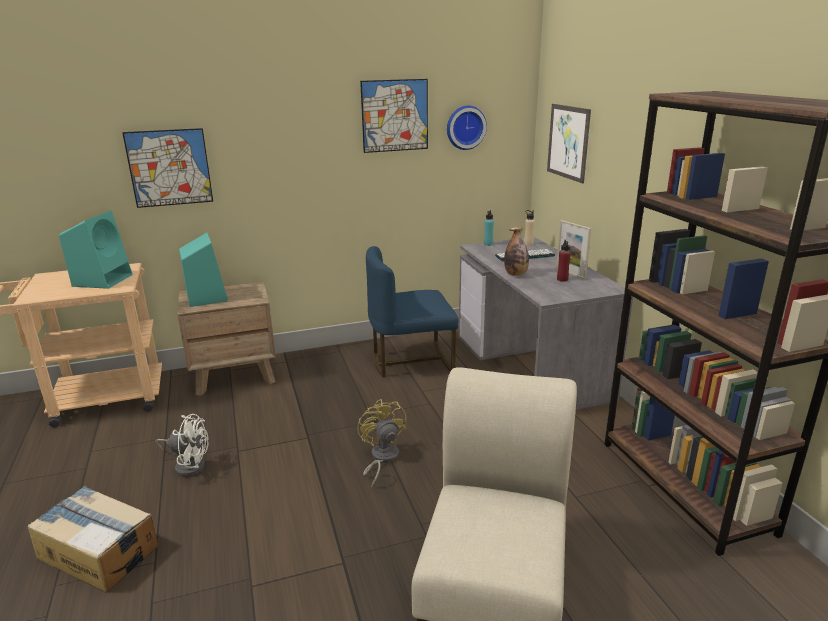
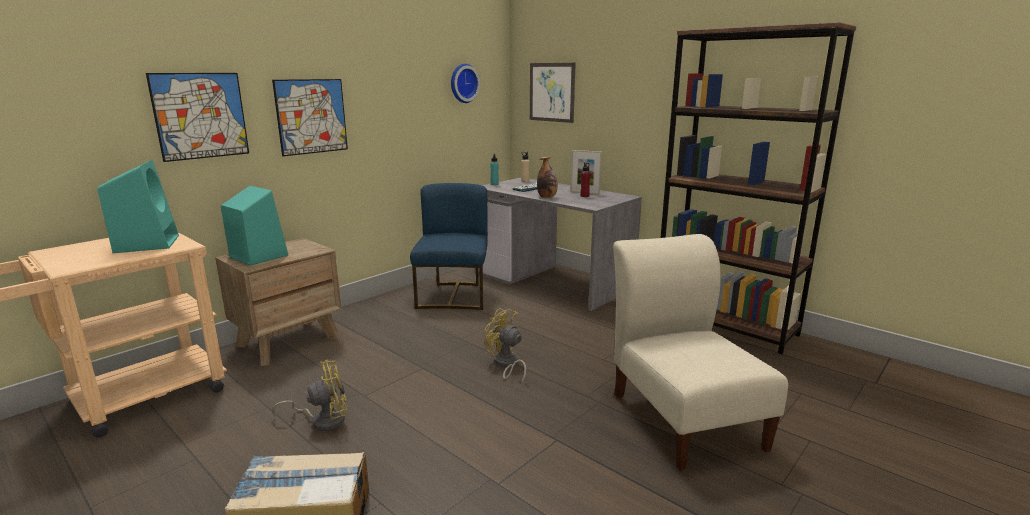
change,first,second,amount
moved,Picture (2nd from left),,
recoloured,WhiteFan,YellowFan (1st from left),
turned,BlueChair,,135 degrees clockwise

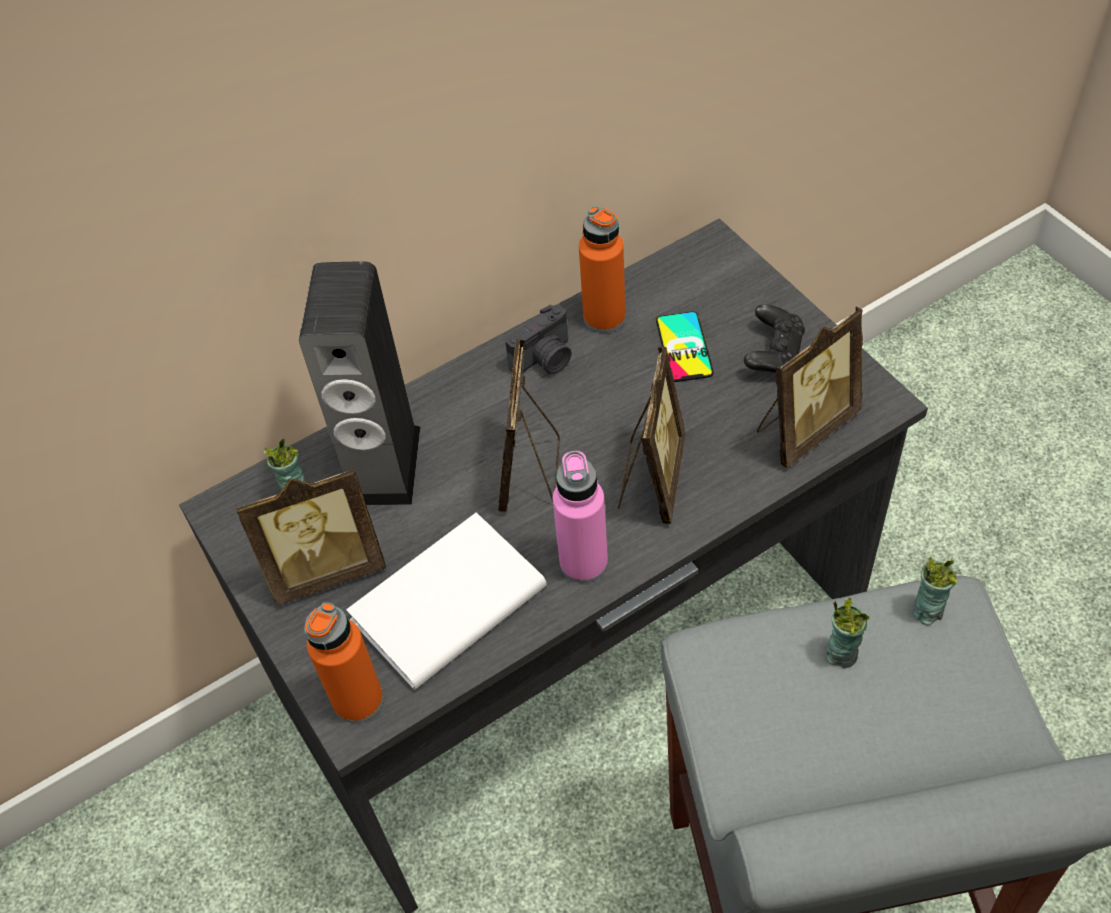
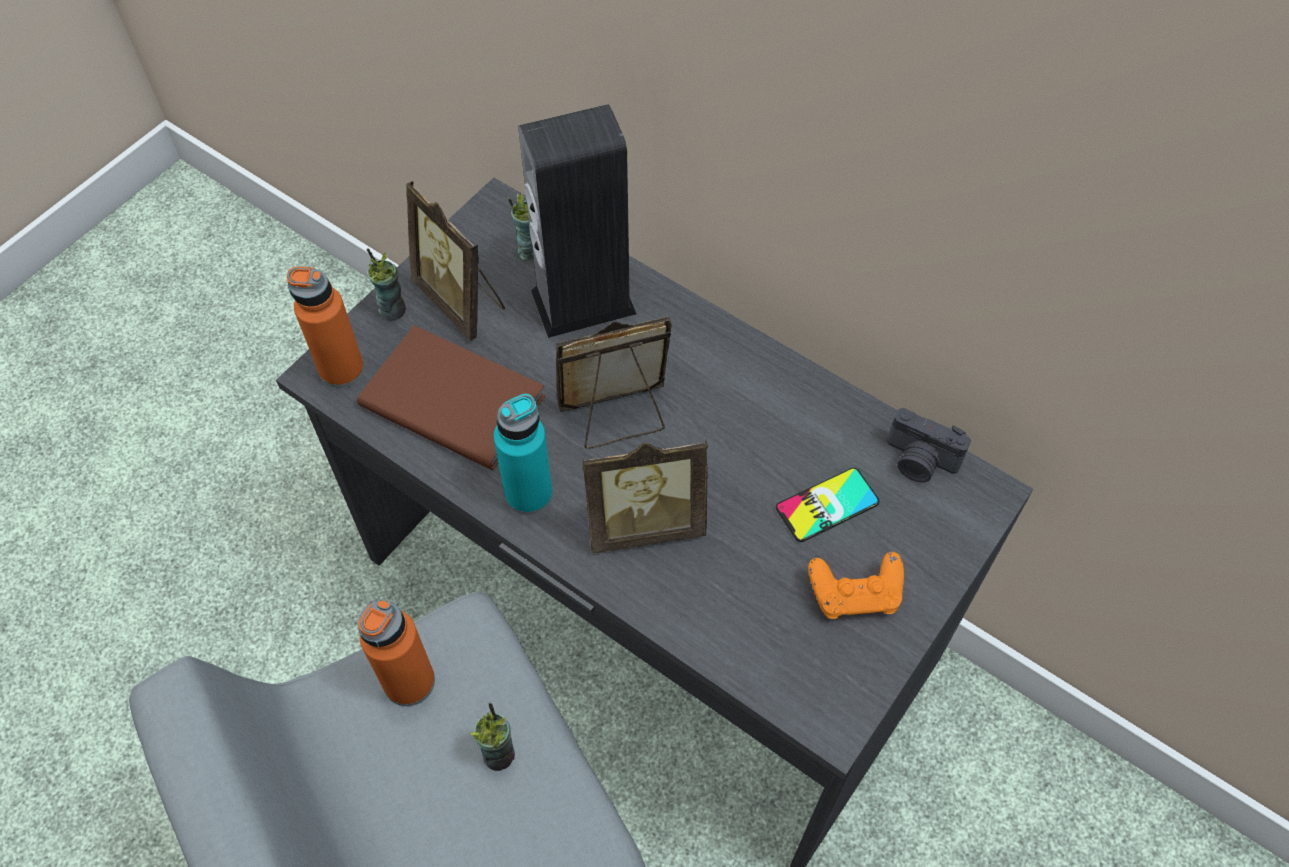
change,first,second,amount
removed,PictureFrame (4th from left),,
moved,PhotoCamera,,
moved,OrangeBottle (2nd from left),,
moved,Cup (3rd from left in the first image),Cup (1st from left),
recoloured,WhiteBook,BrownBook,
recoloured,PinkBottle,TurquoiseBottle,
recoloured,BlackGameController,OrangeGameController,

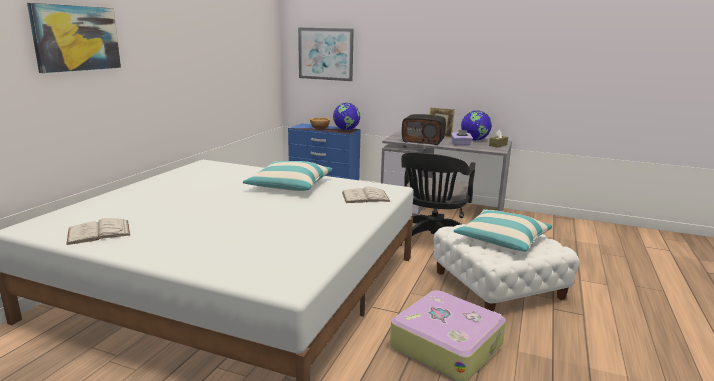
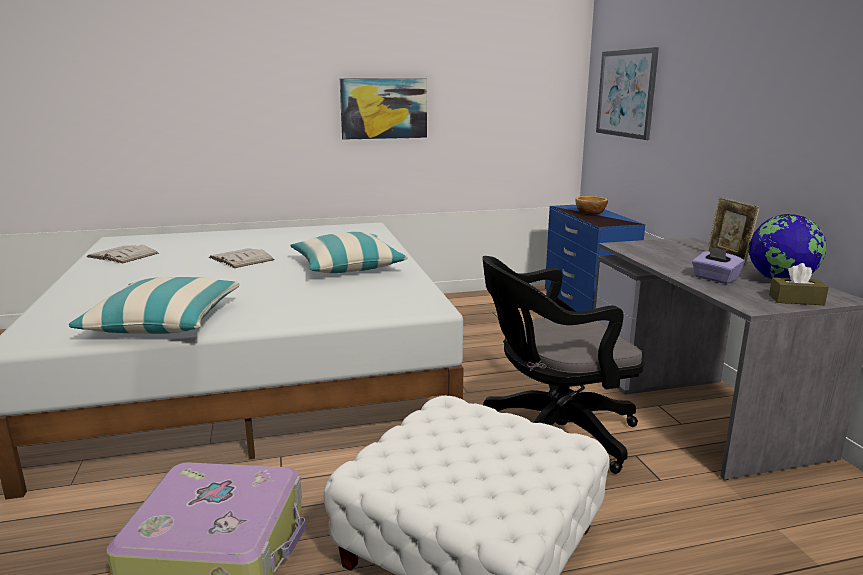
change,first,second,amount
removed,Globe (1st from left),,
removed,Radio,,
moved,Picture (1st from left),,
moved,WhiteBook (2nd from left),,
moved,Pillow (2nd from left in the first image),Pillow (1st from left),

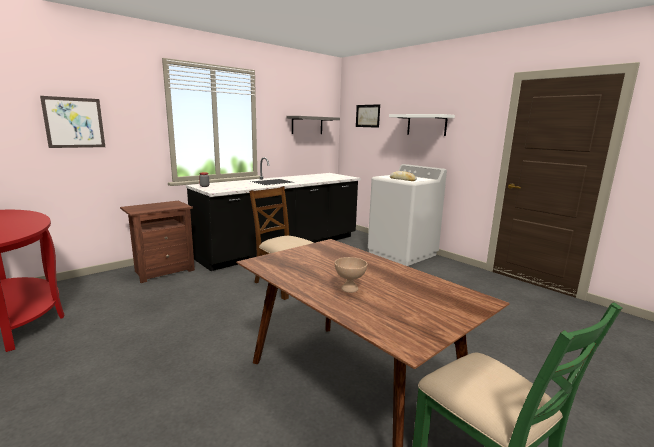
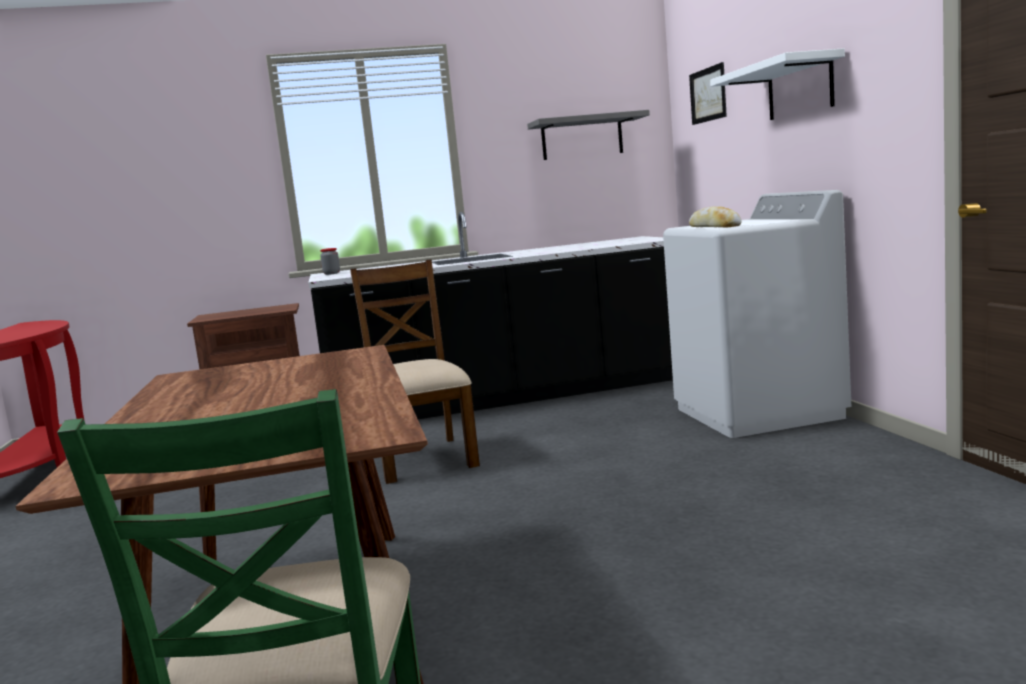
change,first,second,amount
removed,Picture (1st from left),,
removed,BeigeBowl,,

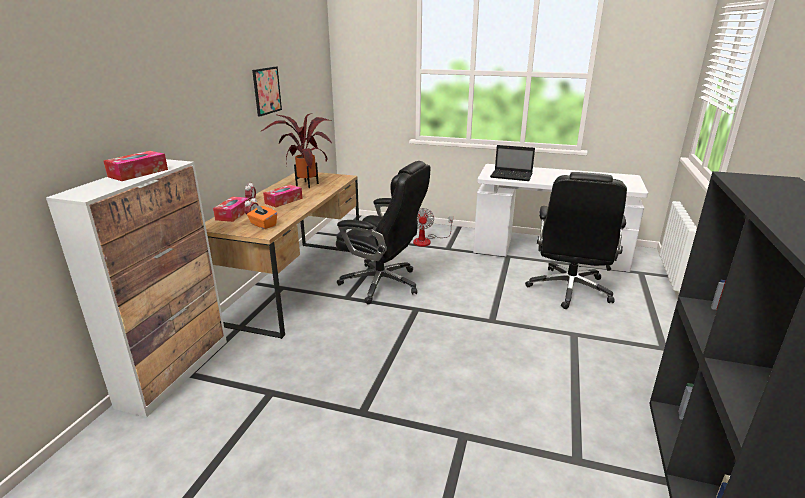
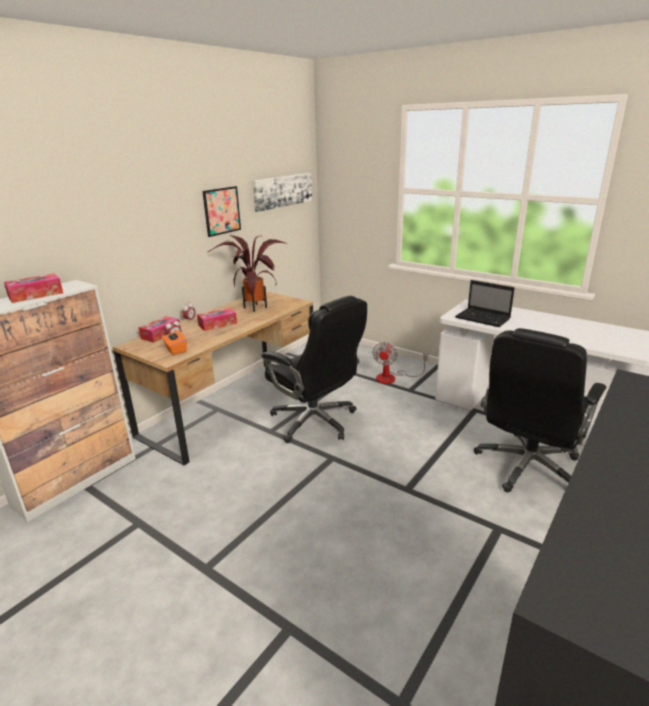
change,first,second,amount
added,,Picture (2nd from left),

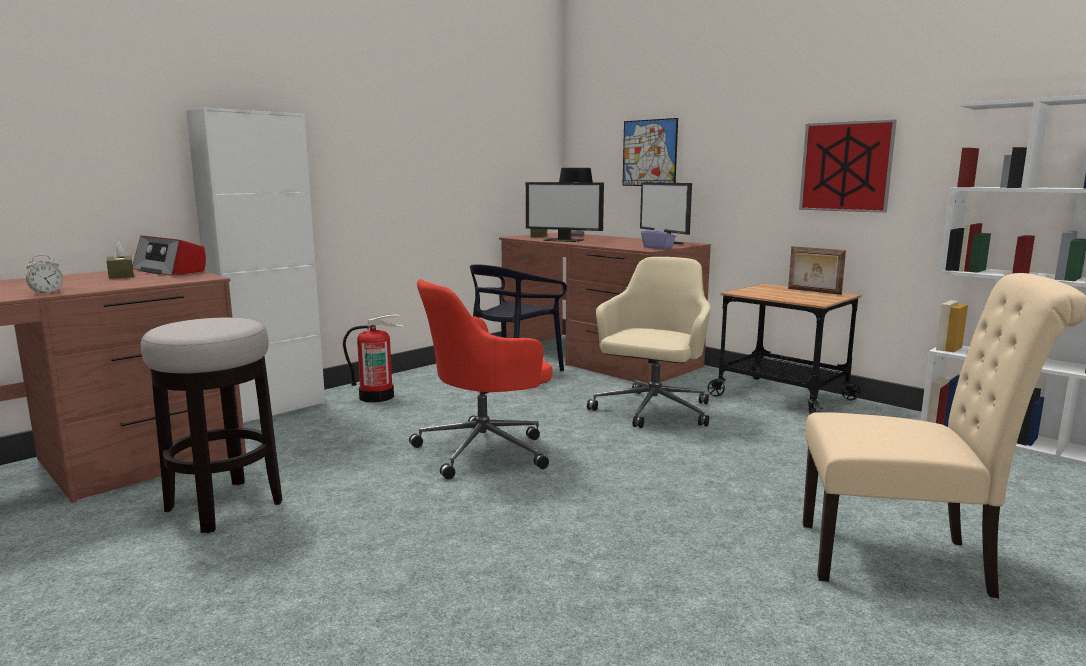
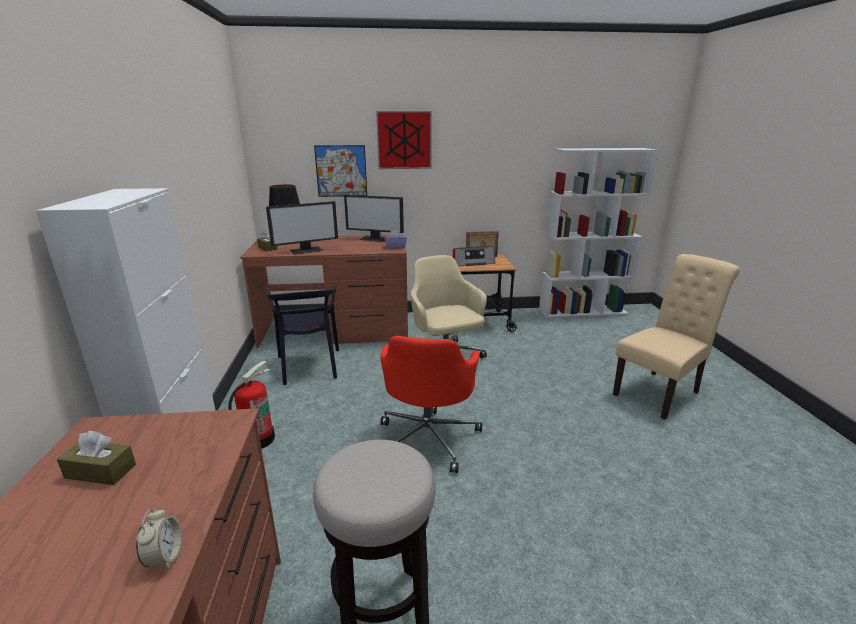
change,first,second,amount
moved,Radio,,
moved,Picture (2nd from left),,

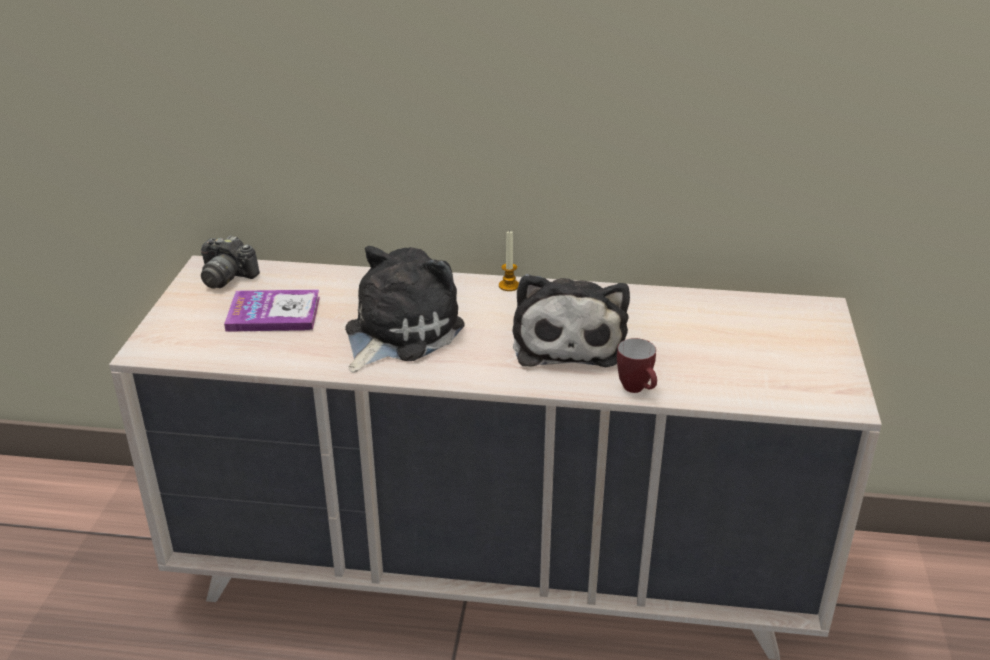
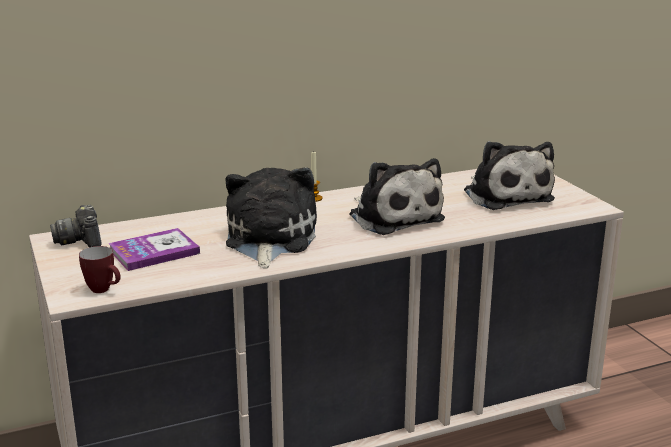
change,first,second,amount
added,,PlushToy (3rd from left),
moved,Mug,,
turned,PhotoCamera,,75 degrees clockwise

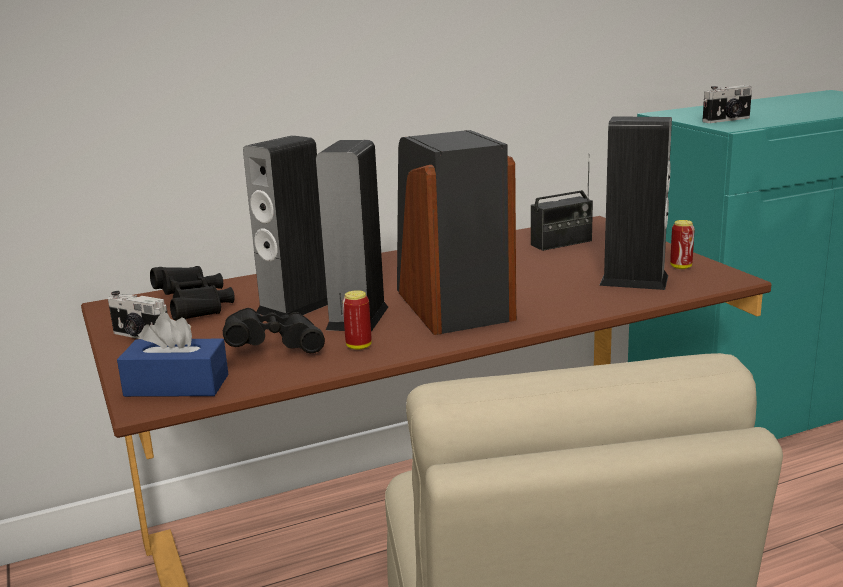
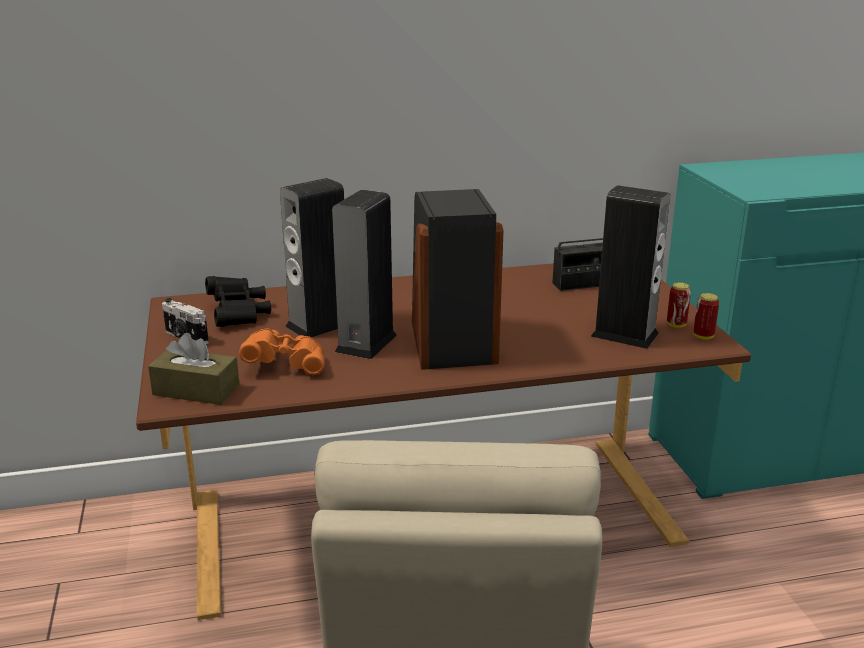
change,first,second,amount
removed,PhotoCamera (2nd from left),,
moved,Can (1st from left in the first image),Can (2nd from left),
recoloured,BlueTissueBox,BrownTissueBox,
recoloured,BlackBinoculars (2nd from left),OrangeBinoculars,

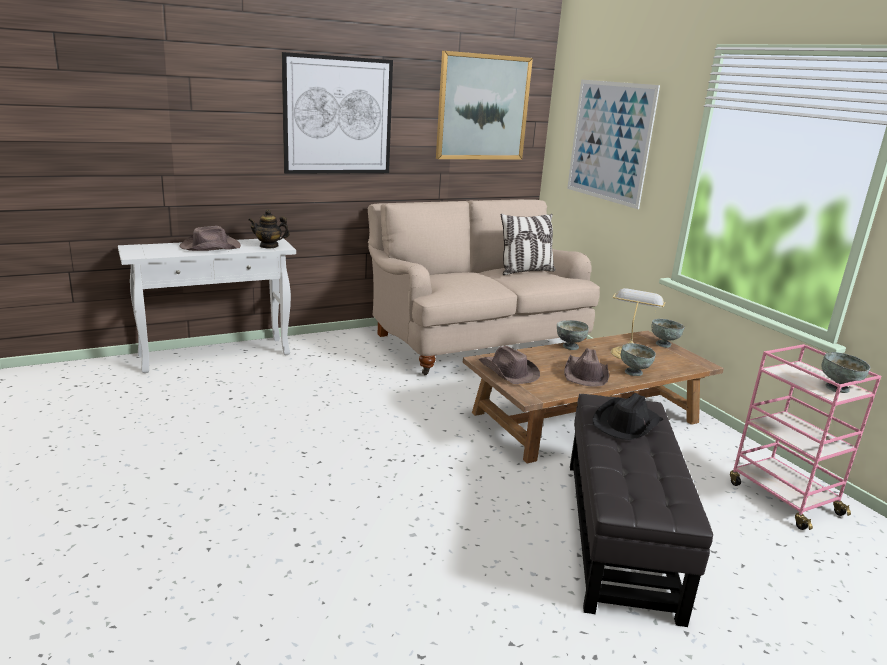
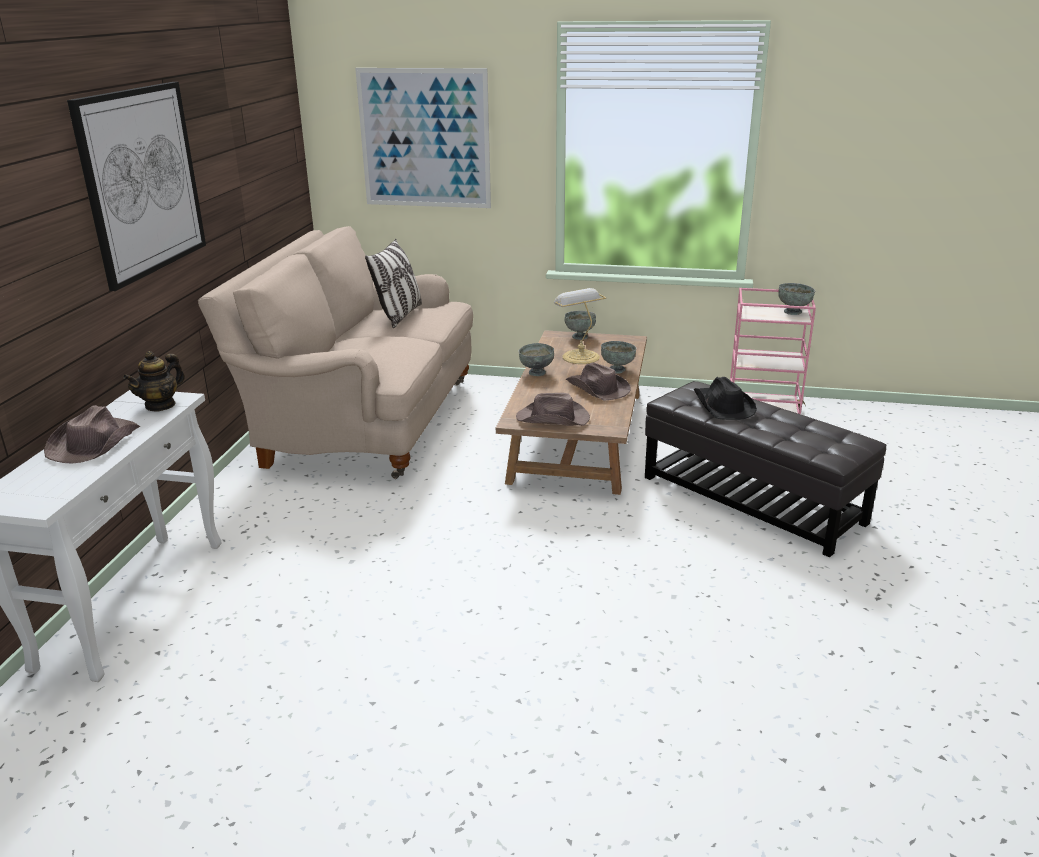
change,first,second,amount
removed,Picture (2nd from left),,

